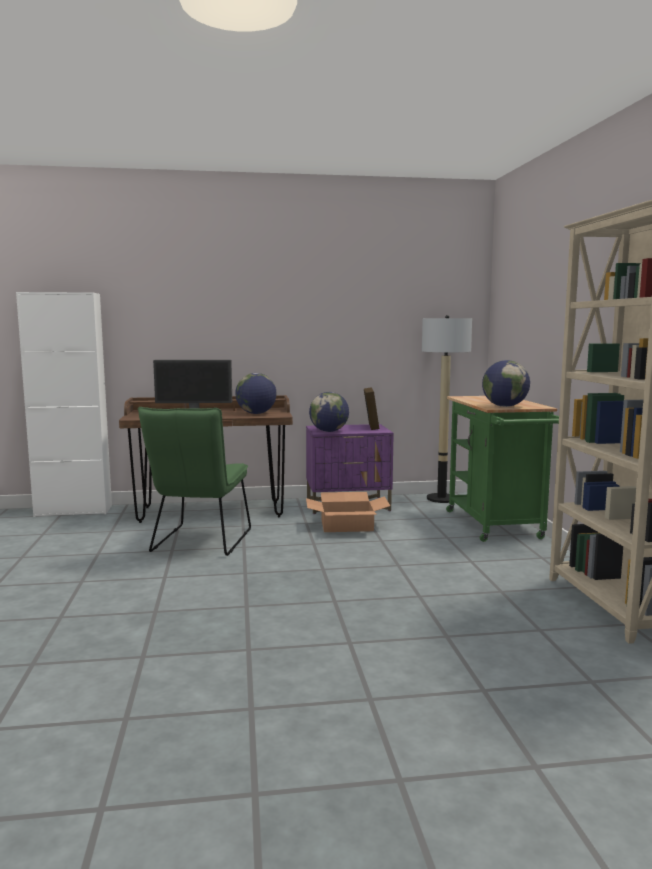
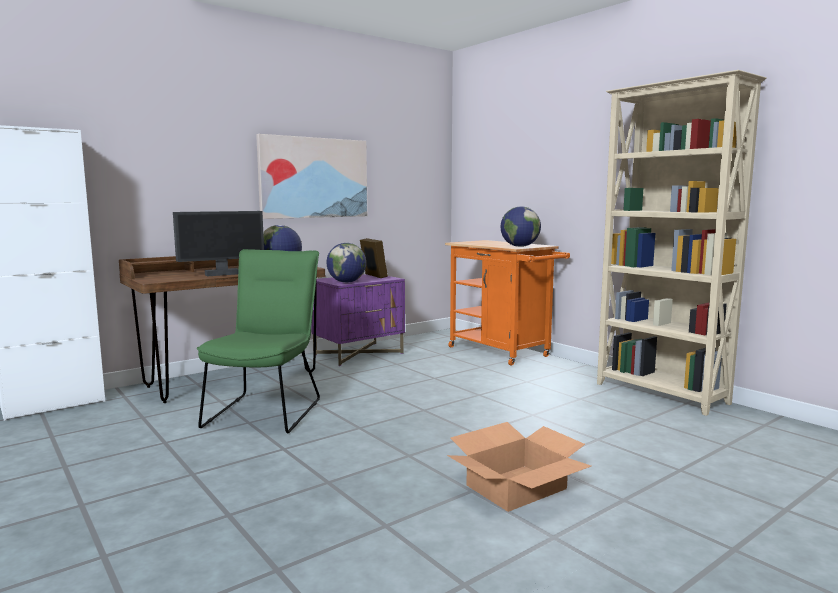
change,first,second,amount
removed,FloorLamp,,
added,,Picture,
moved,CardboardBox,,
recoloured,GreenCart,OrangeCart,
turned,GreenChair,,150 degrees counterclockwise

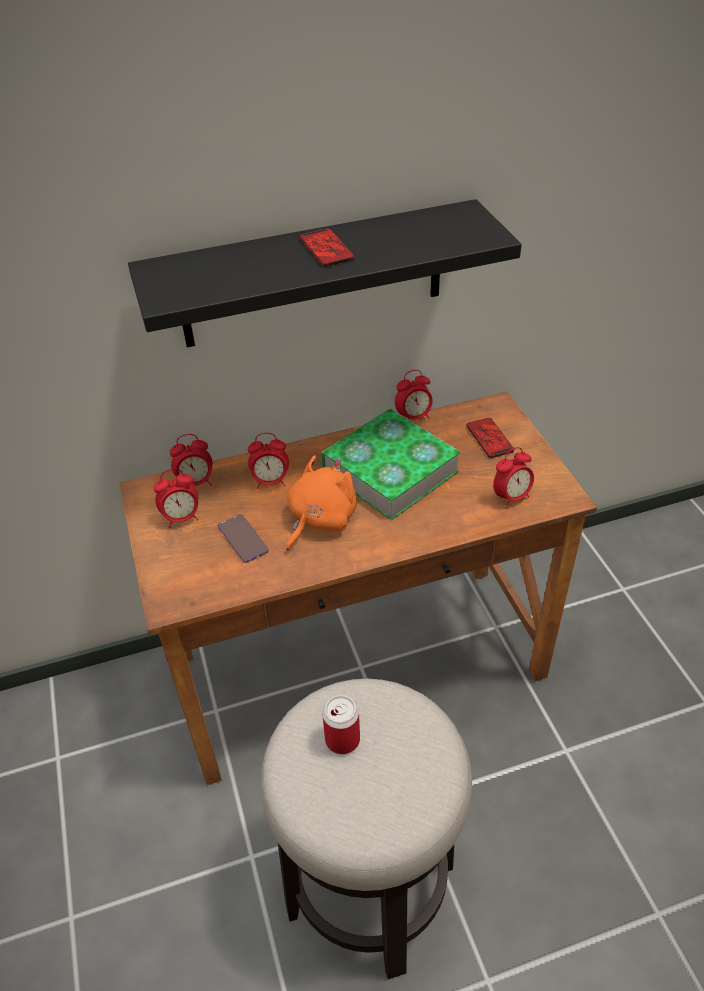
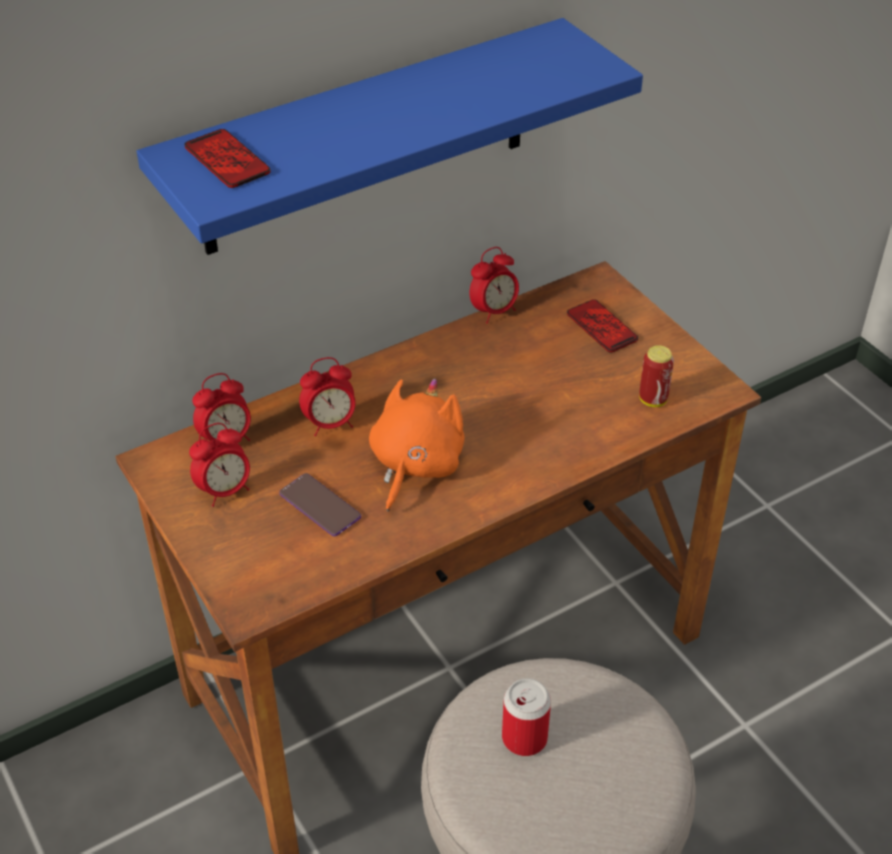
change,first,second,amount
removed,Book,,
moved,Phone (2nd from left in the first image),Phone (1st from left),
replaced,AlarmClock (5th from left),Can (2nd from left),
recoloured,BlackShelf,BlueShelf,

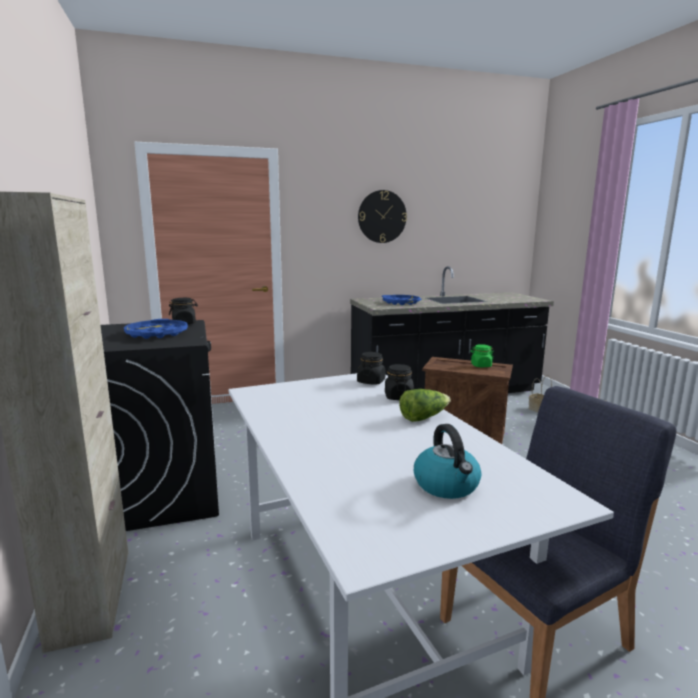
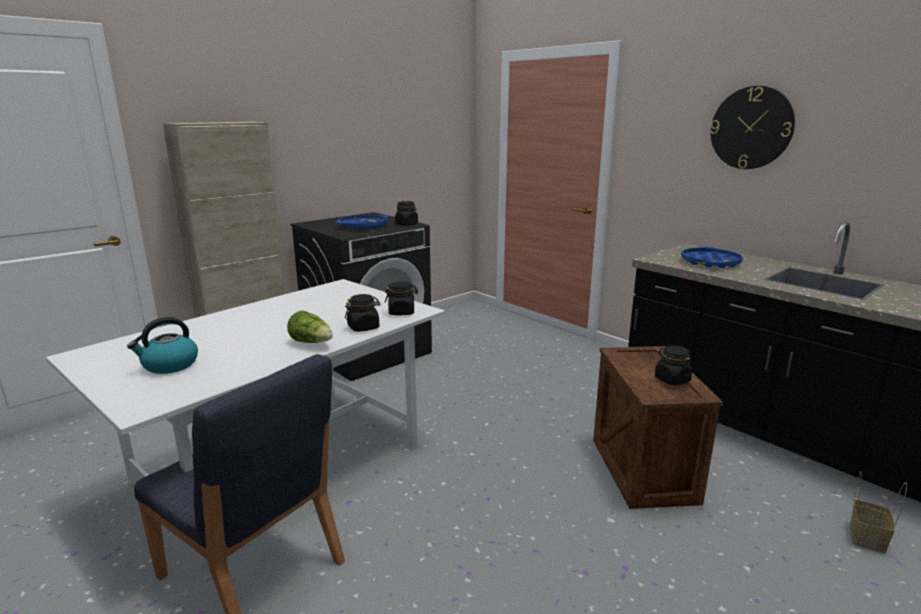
change,first,second,amount
recoloured,GreenJar,BlackJar (4th from left),

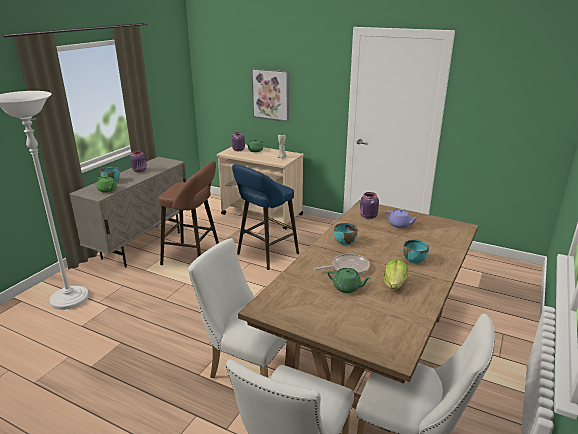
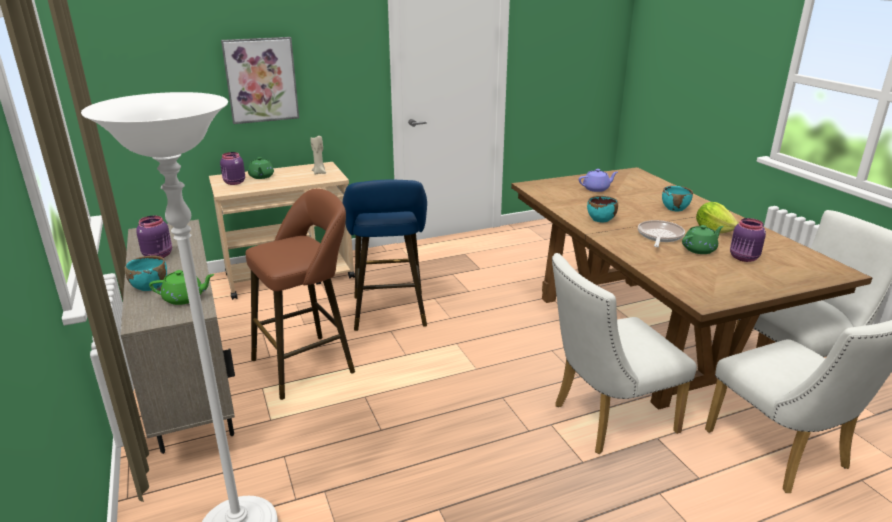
change,first,second,amount
moved,PurpleJar (3rd from left),,

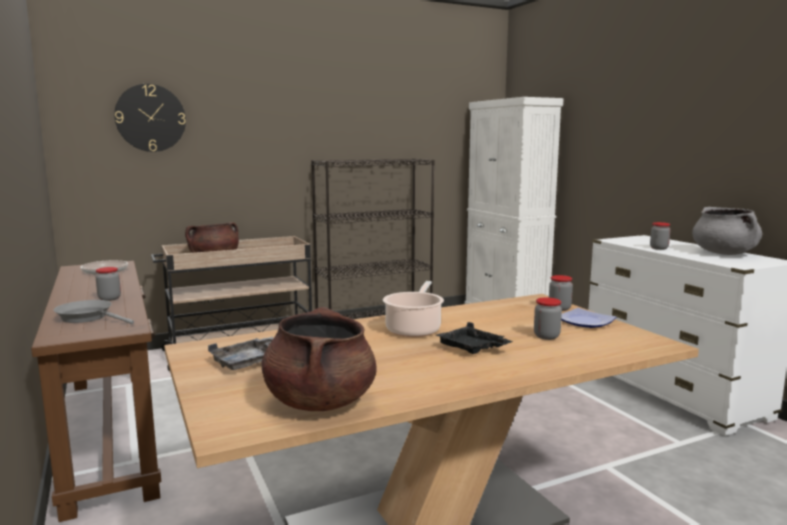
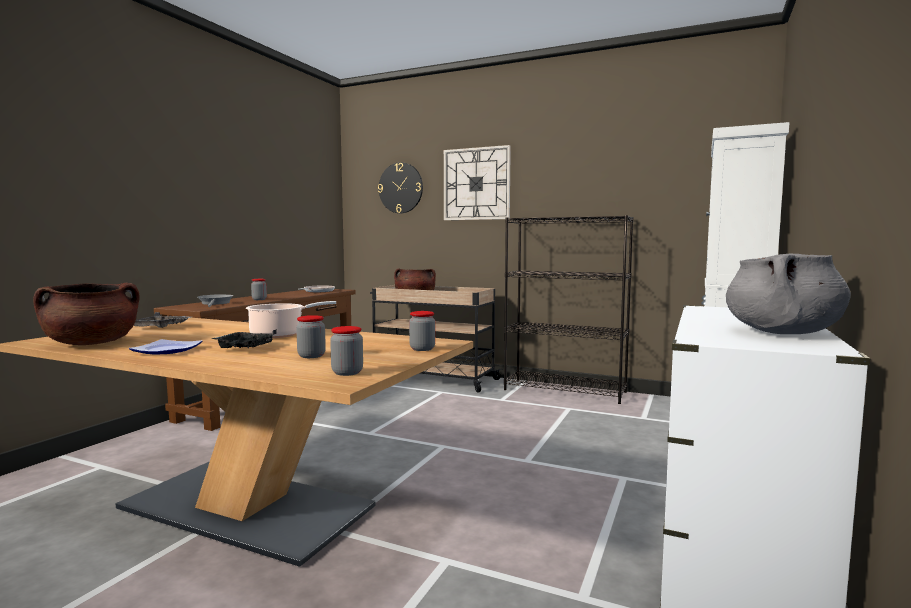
change,first,second,amount
added,,WallClock (2nd from left),
moved,Plate,,
moved,Jar (4th from left in the first image),Jar (3rd from left),

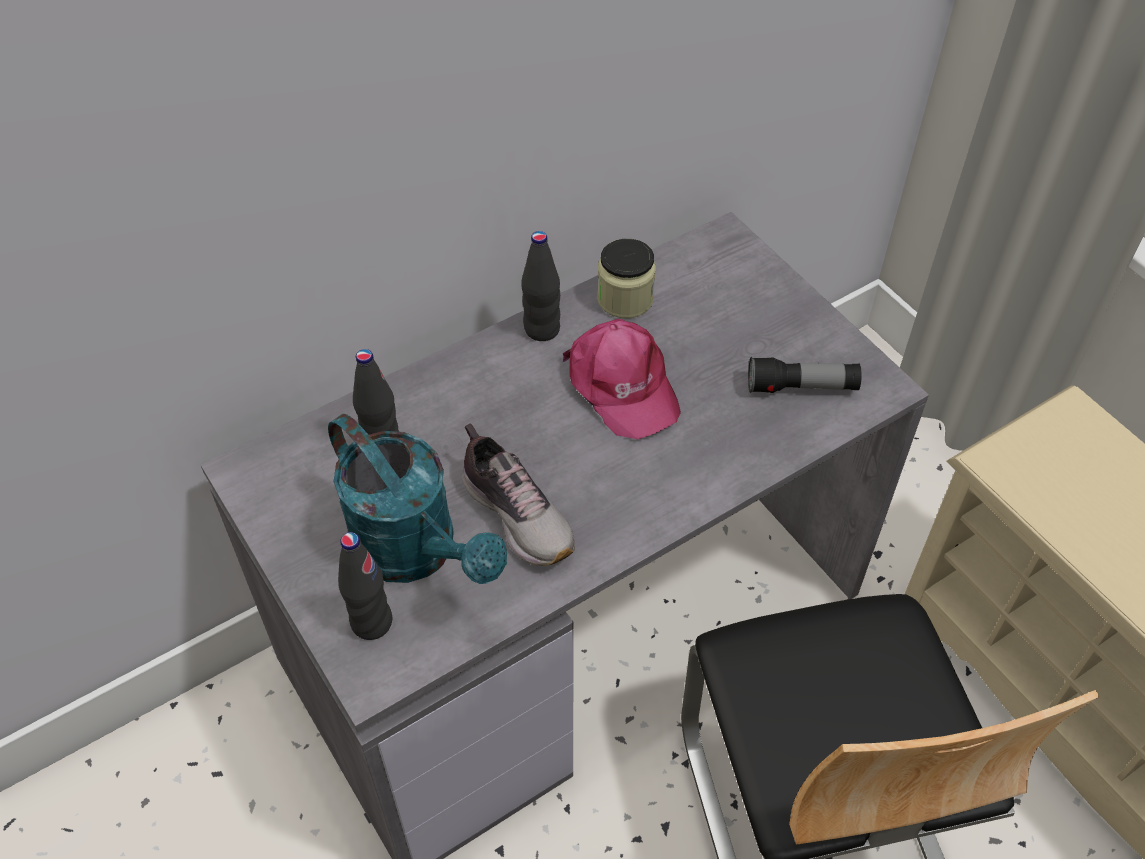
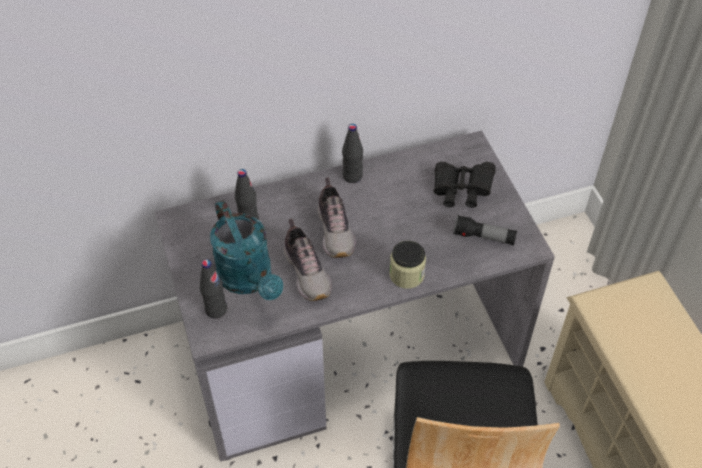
change,first,second,amount
removed,PinkCap,,
added,,Shoe (2nd from left),
added,,BlackBinoculars,
moved,Jar,,

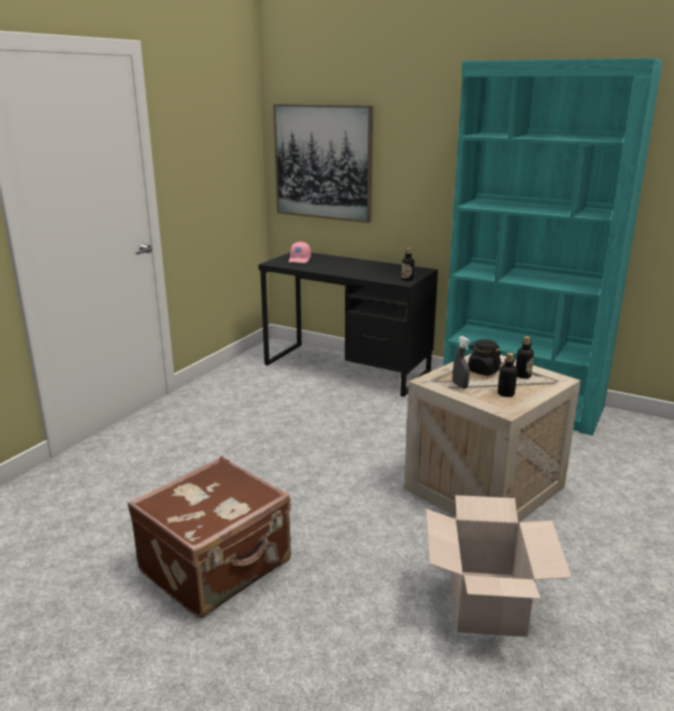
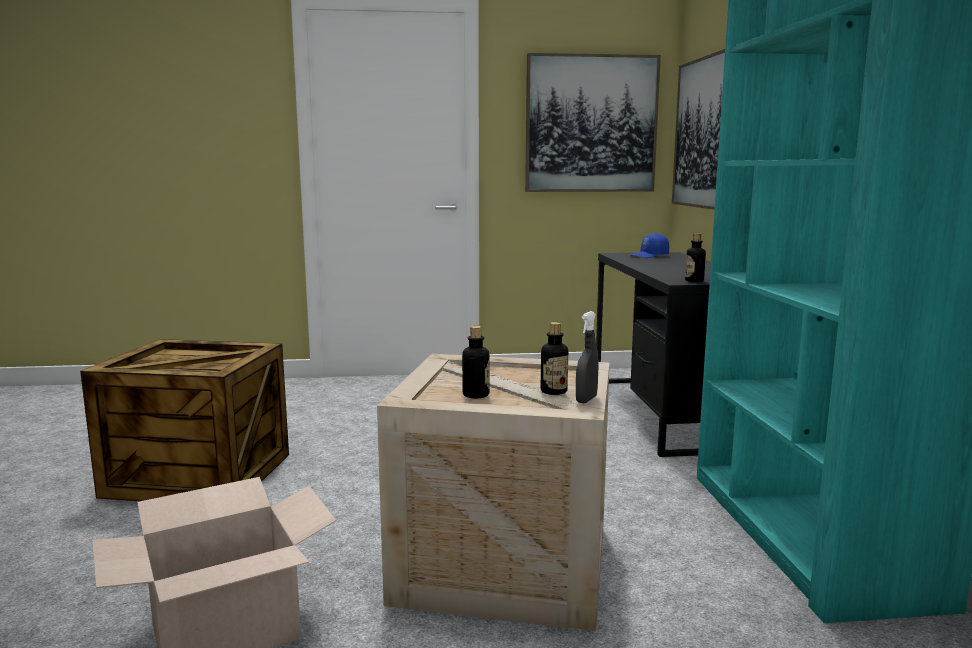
change,first,second,amount
removed,BlackJar,,
added,,Picture (1st from left),
moved,GreySprayBottle,,
replaced,BrownSuitcase,Crate (1st from left),
recoloured,PinkCap,BlueCap,

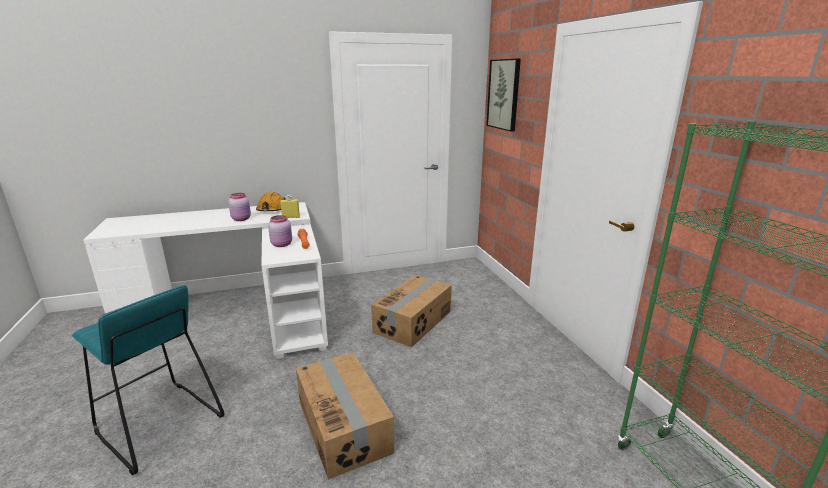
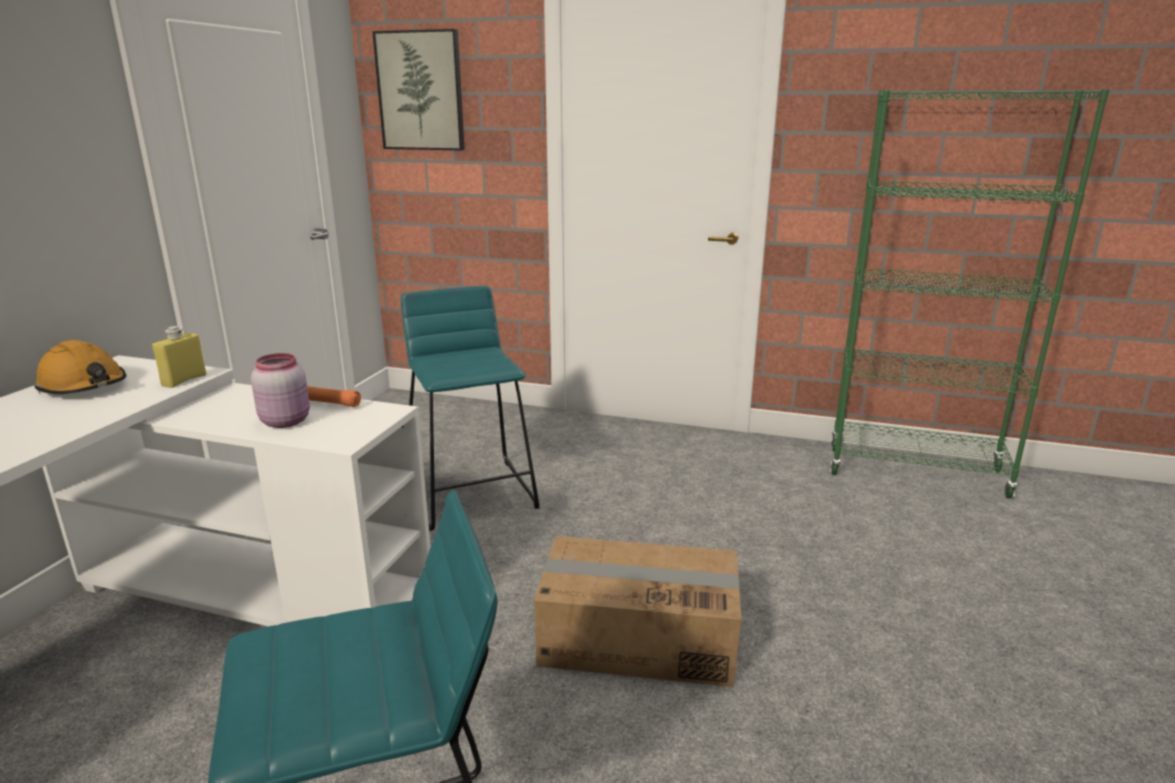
change,first,second,amount
removed,PinkJar (1st from left),,
replaced,CardboardBox (2nd from left),TurquoiseStool (2nd from left),

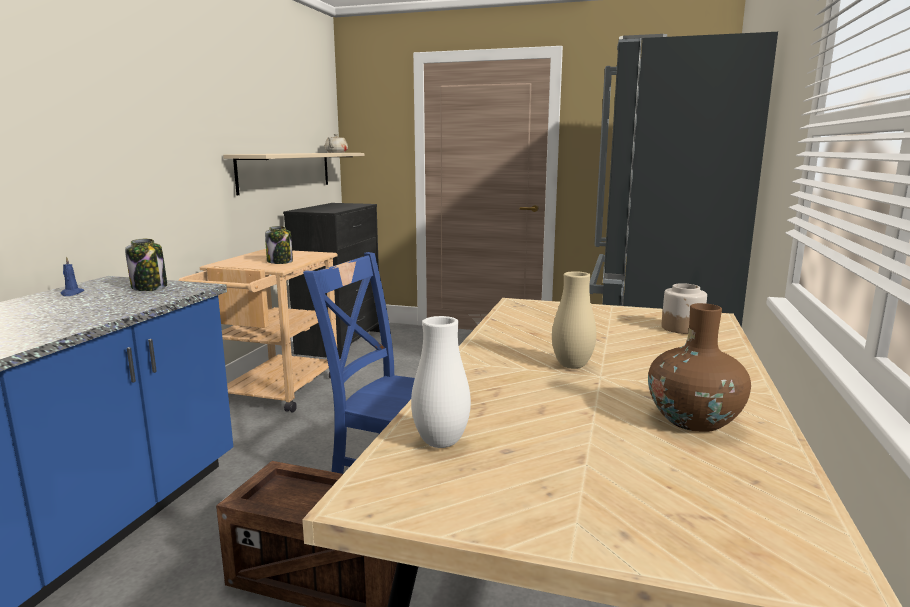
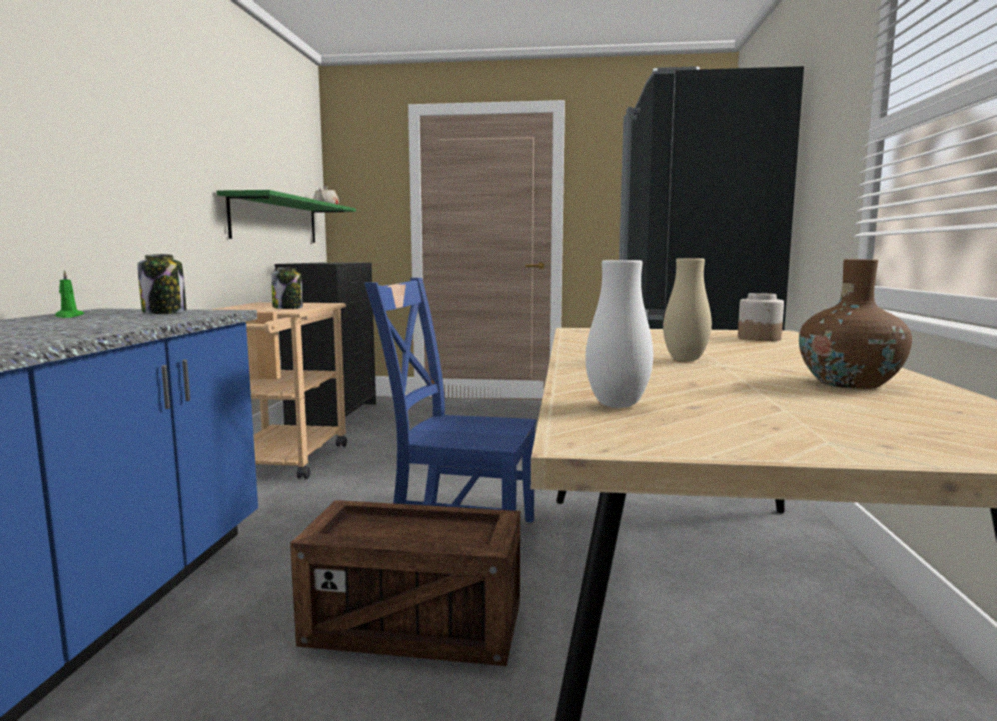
change,first,second,amount
recoloured,BlueCandle,GreenCandle,
recoloured,BeigeShelf,GreenShelf,

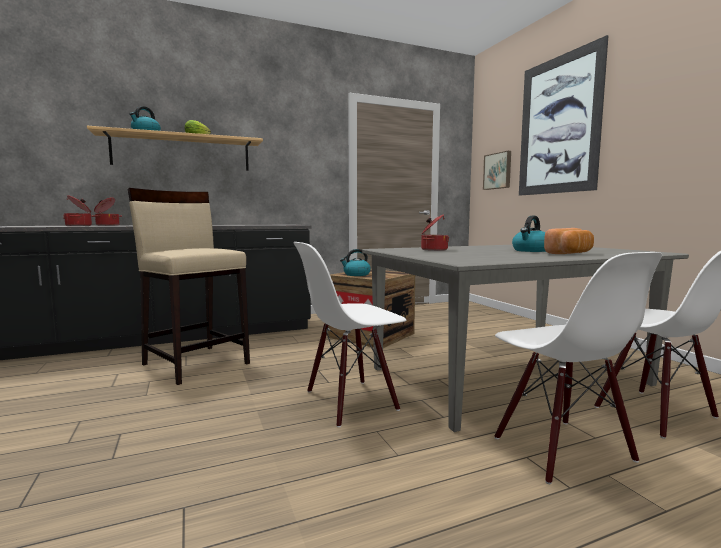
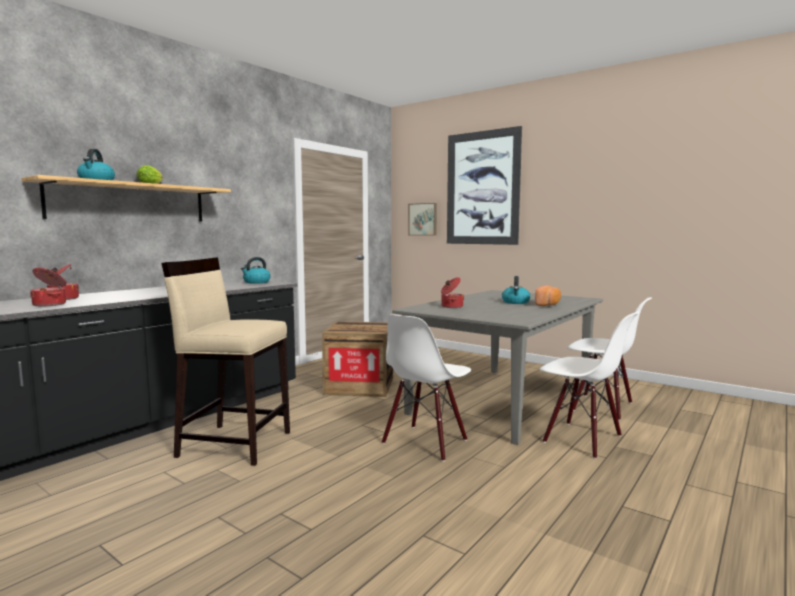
change,first,second,amount
moved,Kettle (2nd from left),,

